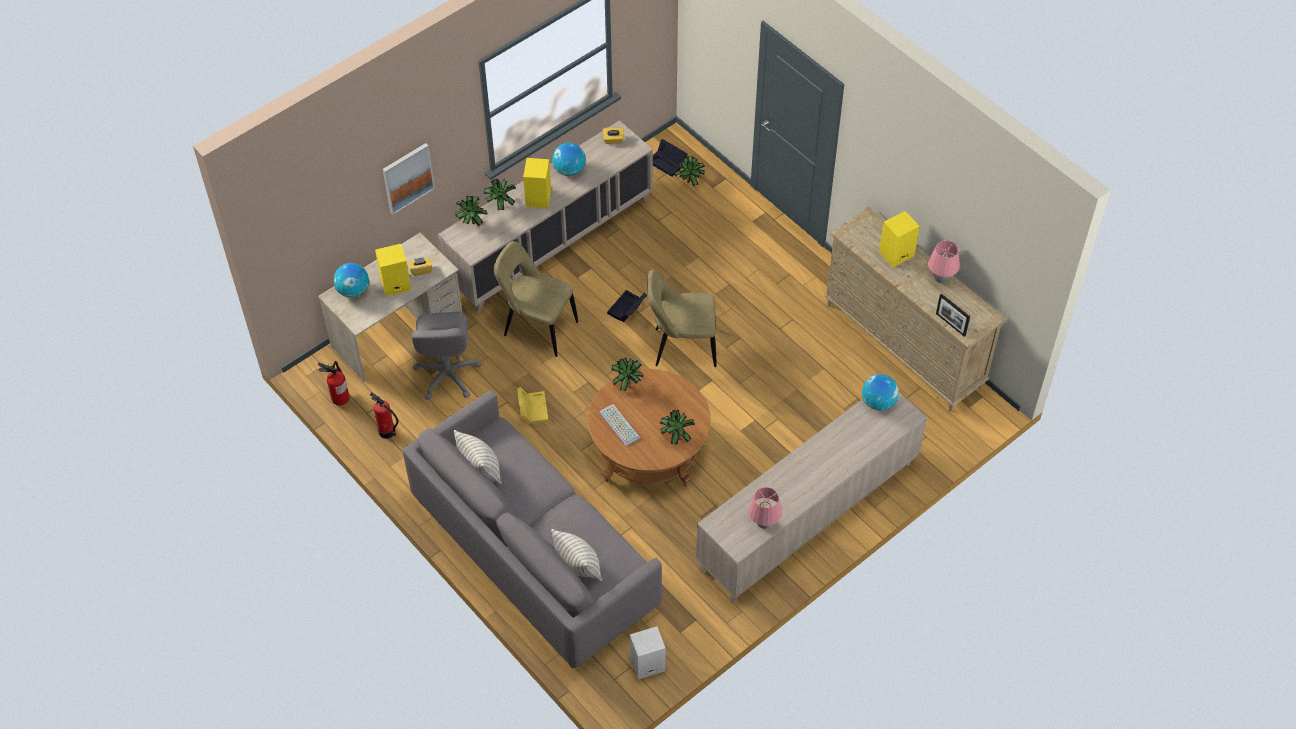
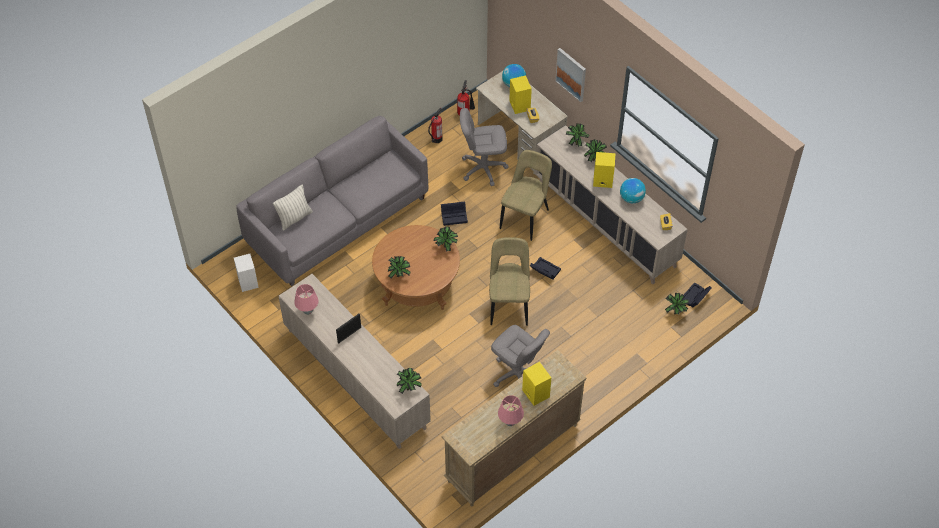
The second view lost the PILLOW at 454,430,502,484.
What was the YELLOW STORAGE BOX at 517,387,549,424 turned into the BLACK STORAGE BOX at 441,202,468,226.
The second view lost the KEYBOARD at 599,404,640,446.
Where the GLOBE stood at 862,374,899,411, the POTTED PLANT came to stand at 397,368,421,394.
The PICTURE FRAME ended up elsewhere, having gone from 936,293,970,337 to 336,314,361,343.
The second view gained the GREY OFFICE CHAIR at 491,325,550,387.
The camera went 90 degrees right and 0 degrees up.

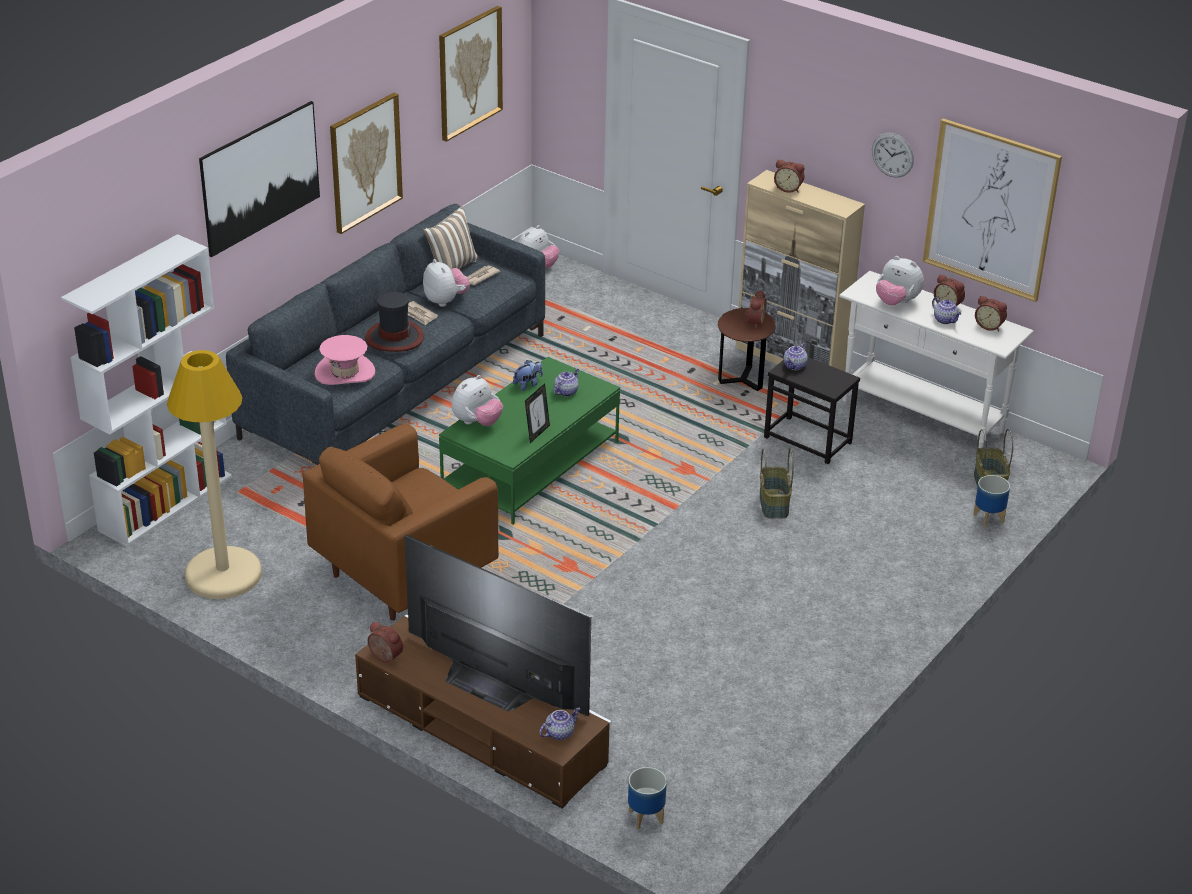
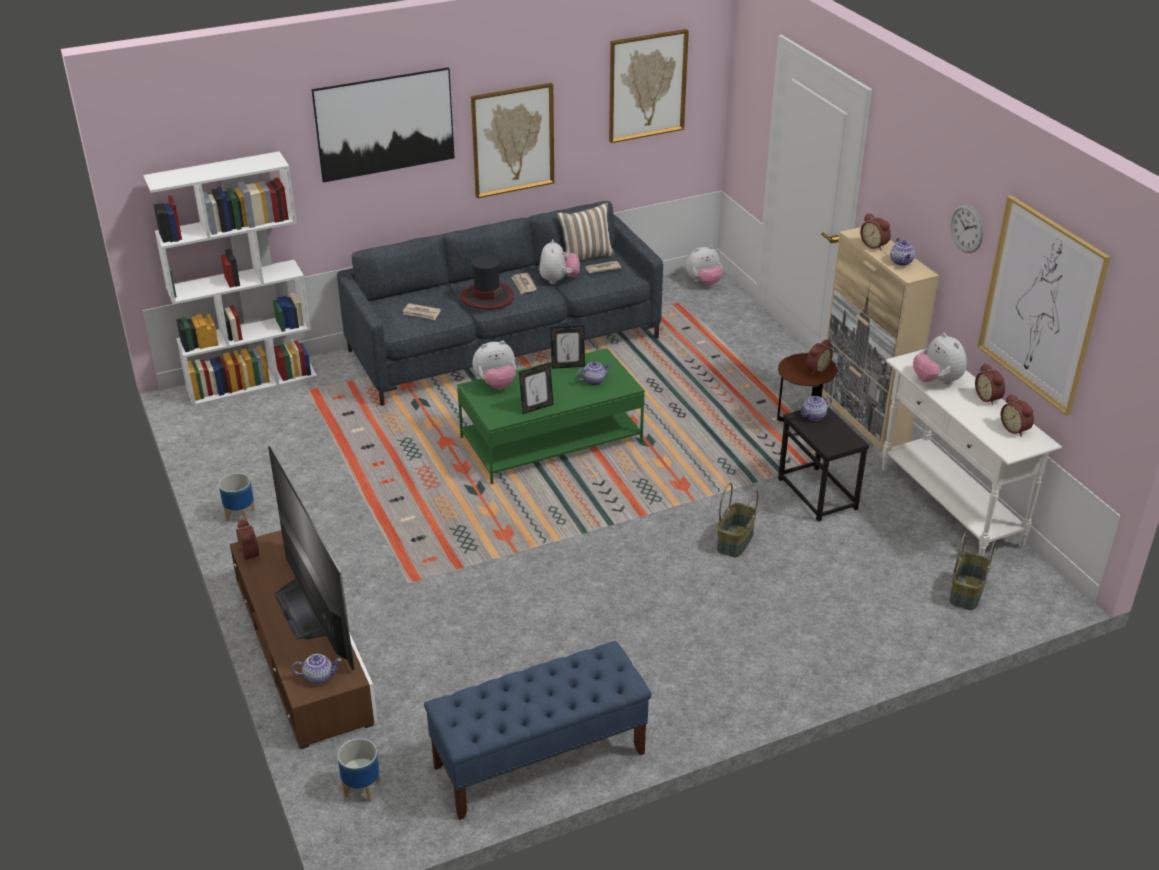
The second view lost the BEIGE FLOOR LAMP at 167,350,262,599.
The second view lost the BROWN ARMCHAIR at 303,424,499,621.
Where the PINK HAT stood at 315,335,375,385, the NEWSPAPER came to stand at 403,303,441,320.
Where the PLUSH TOY stood at 513,360,543,391, the PICTURE FRAME came to stand at 551,325,585,369.
The TEAPOT ended up elsewhere, having gone from 932,297,961,324 to 890,238,915,266.
The PLANTER ended up elsewhere, having gone from 973,475,1010,527 to 219,473,255,522.
The second view gained the BLUE BENCH at 424,641,652,820.
The camera went 30 degrees right and 0 degrees up.

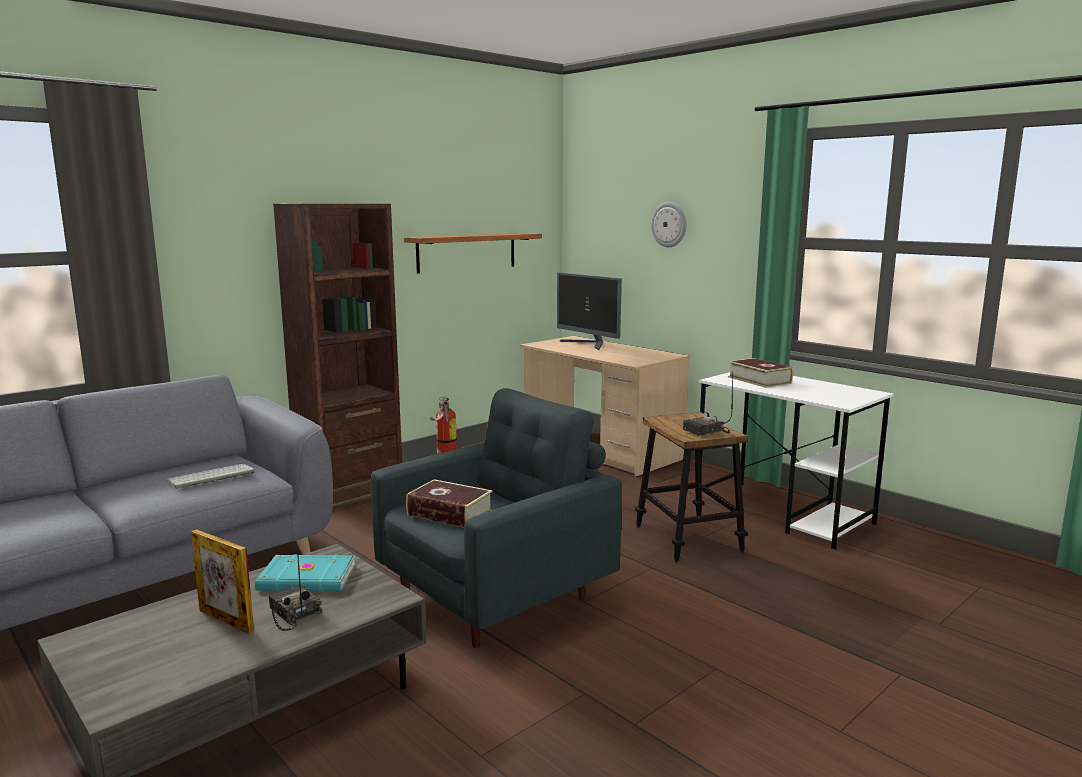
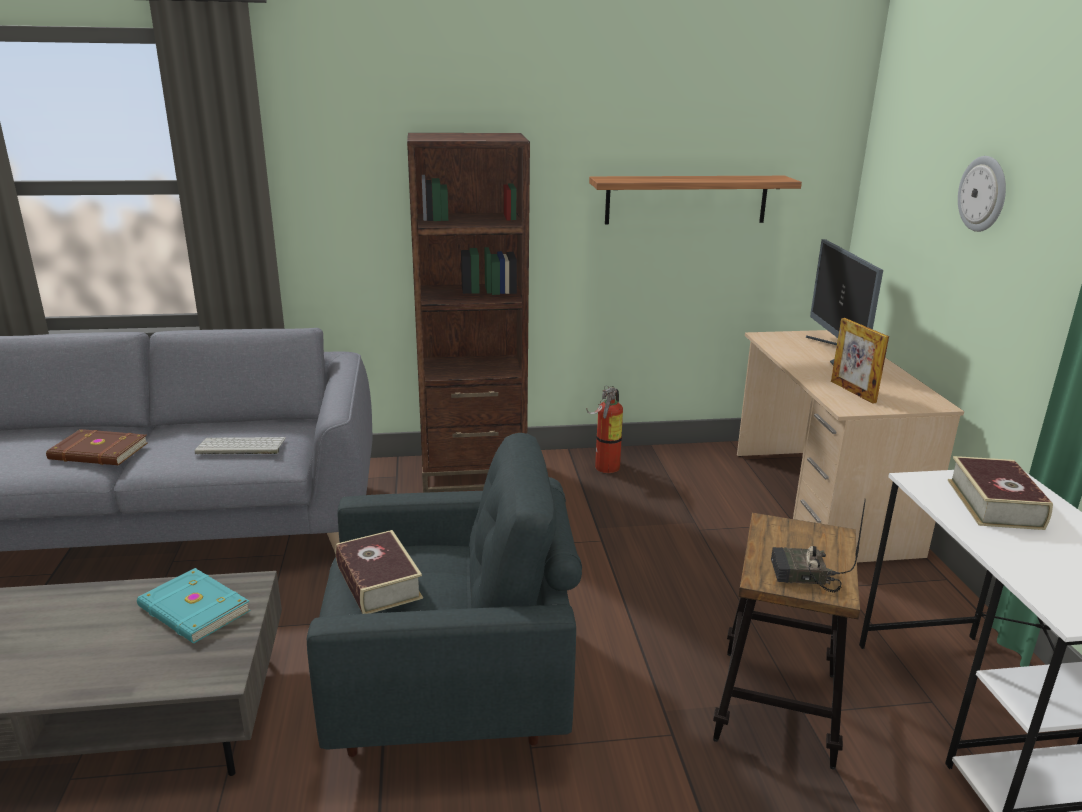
The PICTURE FRAME ended up elsewhere, having gone from 191,529,254,634 to 831,318,889,404.
The second view lost the RADIO at 269,549,322,631.
The second view gained the BROWN BOOK at 46,429,148,465.
The camera went 35 degrees right and 10 degrees up.

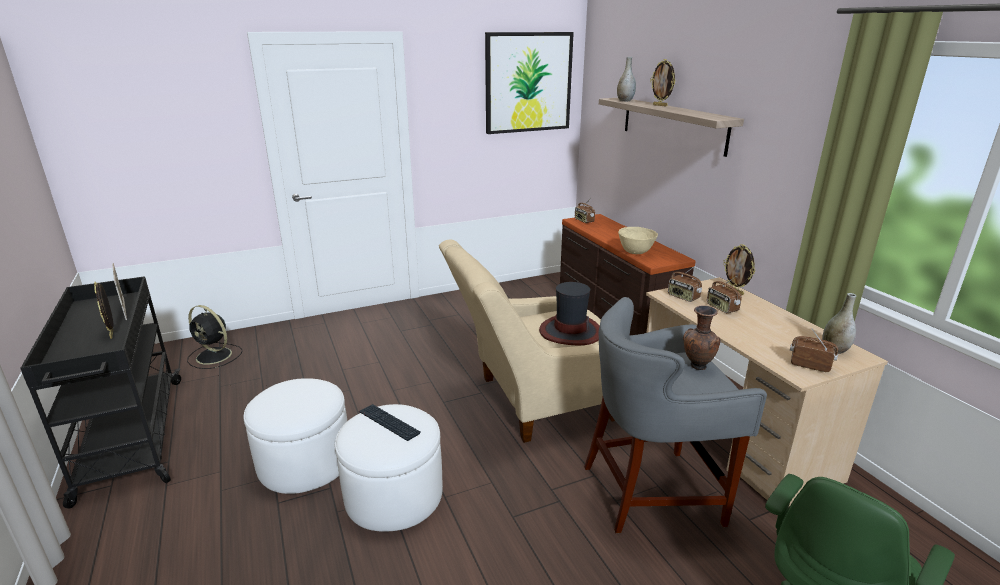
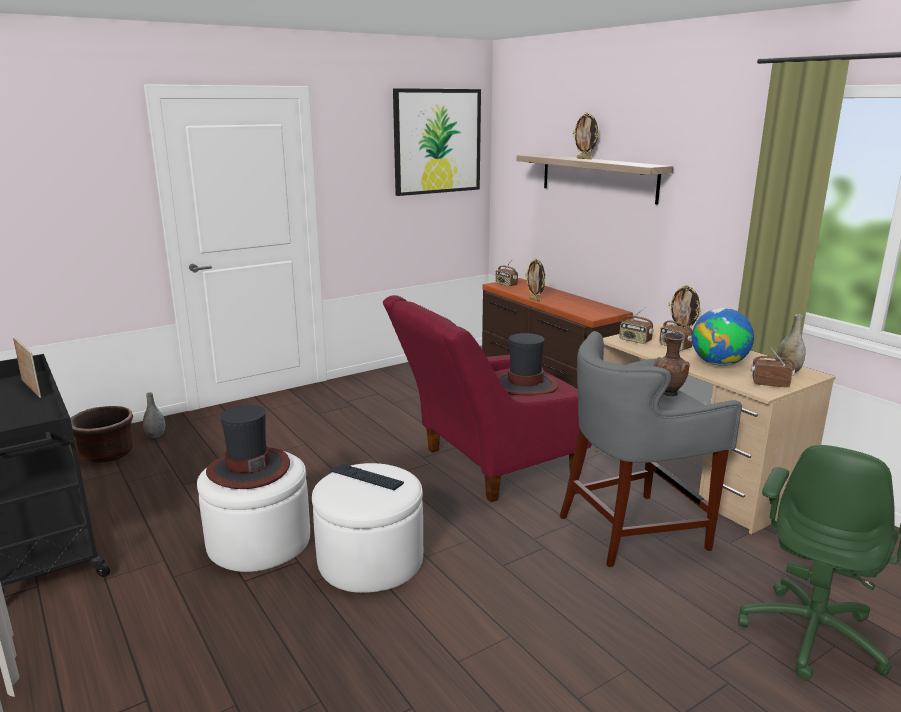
The PICTURE FRAME ended up elsewhere, having gone from 94,282,113,339 to 526,259,546,302.
Where the BLACK FAN stood at 187,305,242,369, the BROWN PLANTER came to stand at 70,406,133,463.
What was the BEIGE ARMCHAIR at 439,240,615,443 turned into the RED ARMCHAIR at 383,295,592,502.
The GREY VASE ended up elsewhere, having gone from 617,57,636,101 to 143,392,165,438.
The second view lost the BEIGE BOWL at 618,227,658,254.
The second view gained the HAT at 206,405,290,489.
The second view gained the GLOBE at 692,308,754,366.
The camera went 10 degrees left and 5 degrees down.

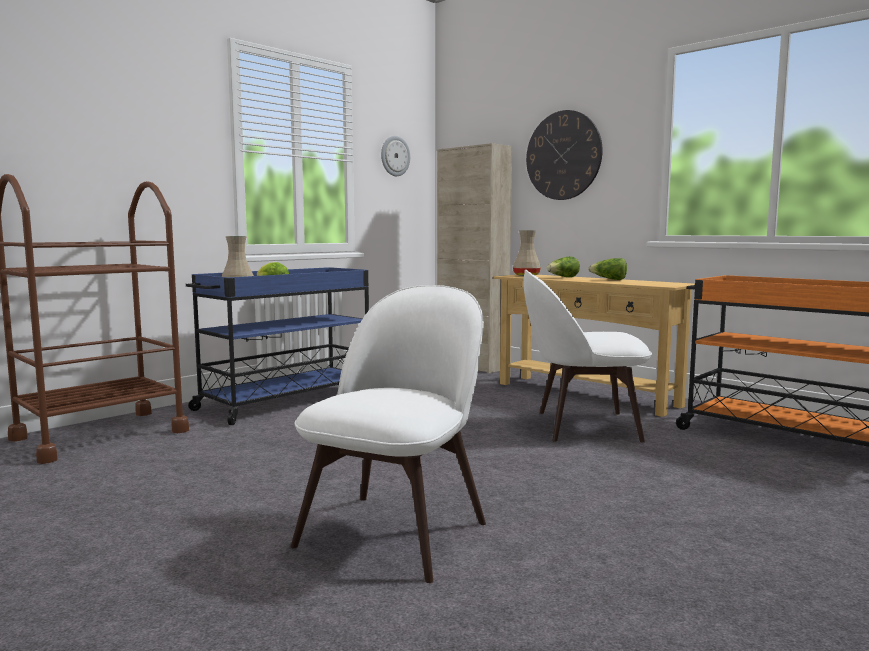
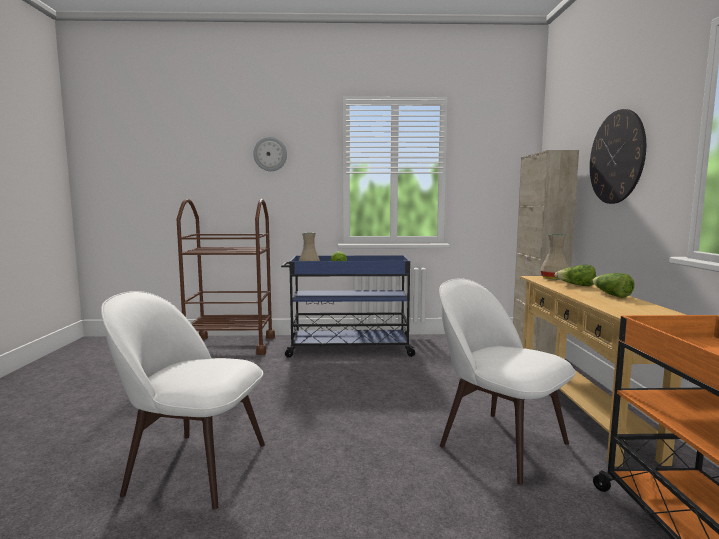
The WHITE CHAIR at 291,285,486,583 ended up facing another way, 150 degrees counterclockwise from before.
The WALL CLOCK ended up elsewhere, having gone from 381,136,410,176 to 253,137,287,171.
The camera went 45 degrees right and 0 degrees up.

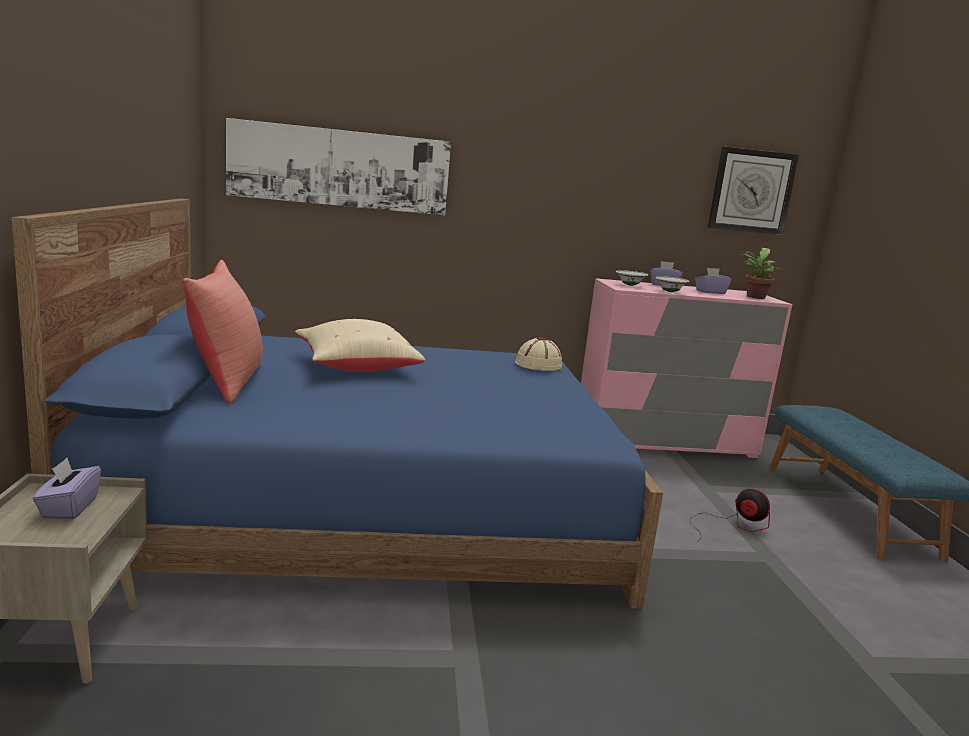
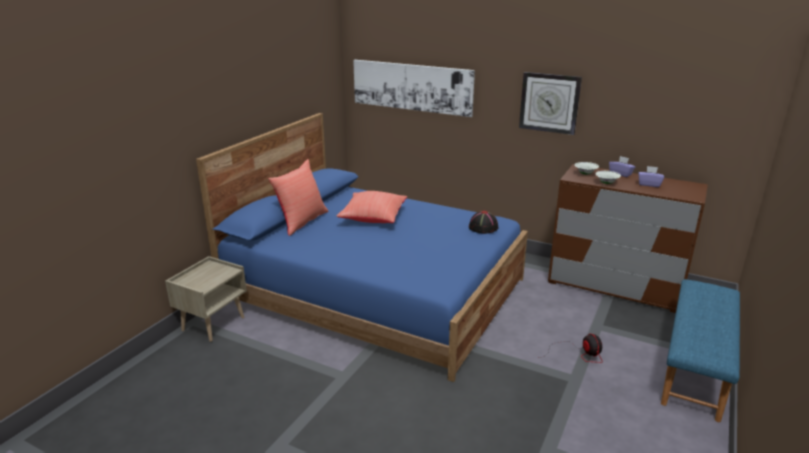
The second view lost the PURPLE TISSUE BOX at 32,458,101,519.
What was the BEIGE PILLOW at 295,319,425,372 turned into the RED PILLOW at 337,191,407,223.
What was the BEIGE HAT at 515,337,562,371 turned into the BLACK HAT at 469,211,499,234.
What was the PINK DRESSER at 581,278,792,458 turned into the BROWN DRESSER at 548,164,708,313.
The WALL CLOCK ended up elsewhere, having gone from 708,147,799,235 to 519,72,582,135.
The second view lost the POTTED PLANT at 741,248,785,299.
The camera went 35 degrees right and 10 degrees up.

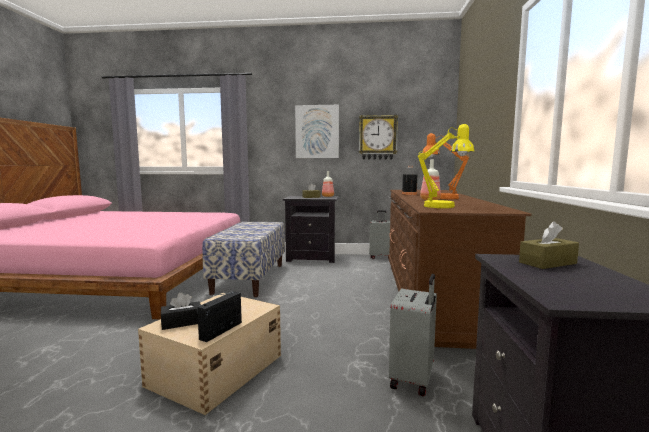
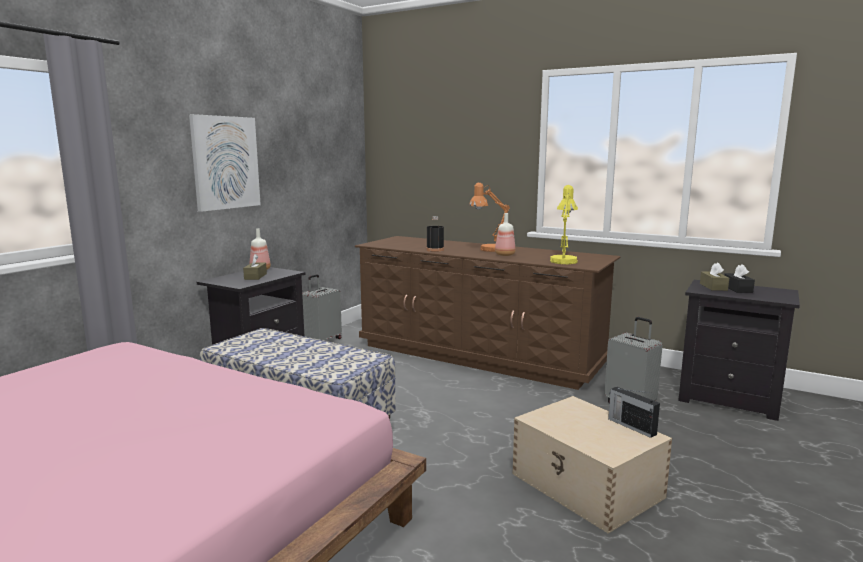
The BLACK TISSUE BOX ended up elsewhere, having gone from 161,293,201,330 to 724,264,755,293.
The second view lost the WALL CLOCK at 359,115,398,160.
The camera went 65 degrees left and 5 degrees up.

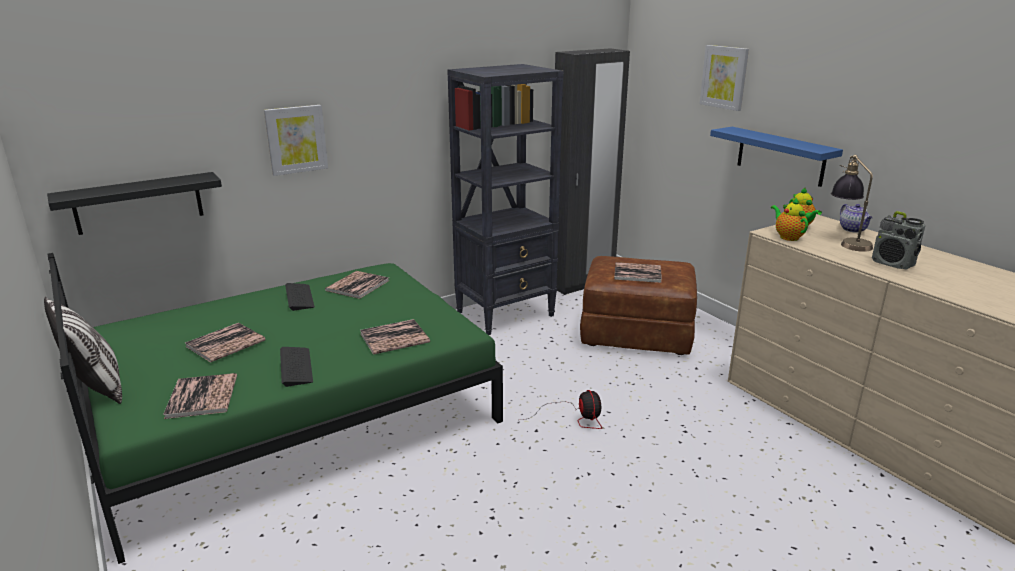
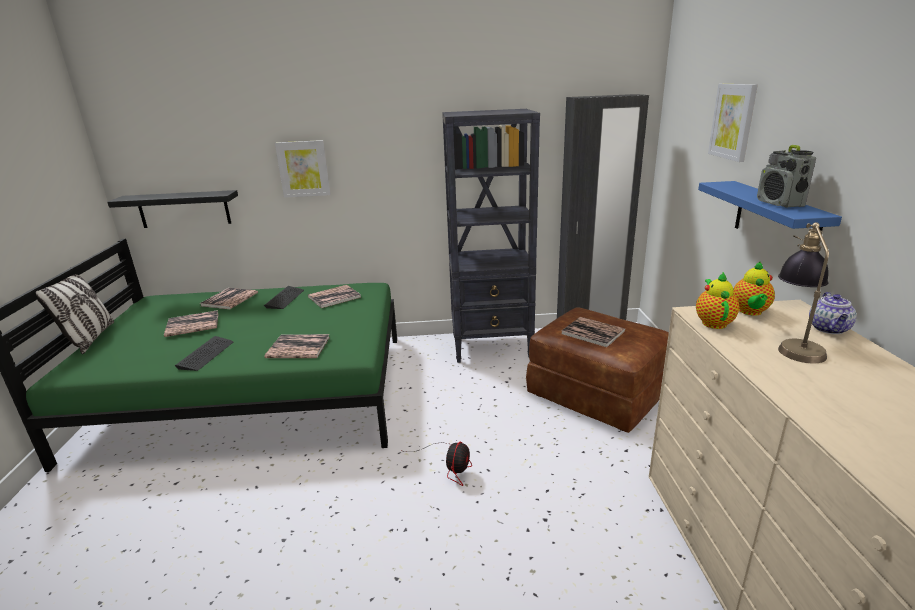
The BOOK ended up elsewhere, having gone from 163,373,237,419 to 200,288,258,309.
The RADIO ended up elsewhere, having gone from 872,211,925,270 to 757,145,816,208.
The camera went 30 degrees right and 0 degrees up.

